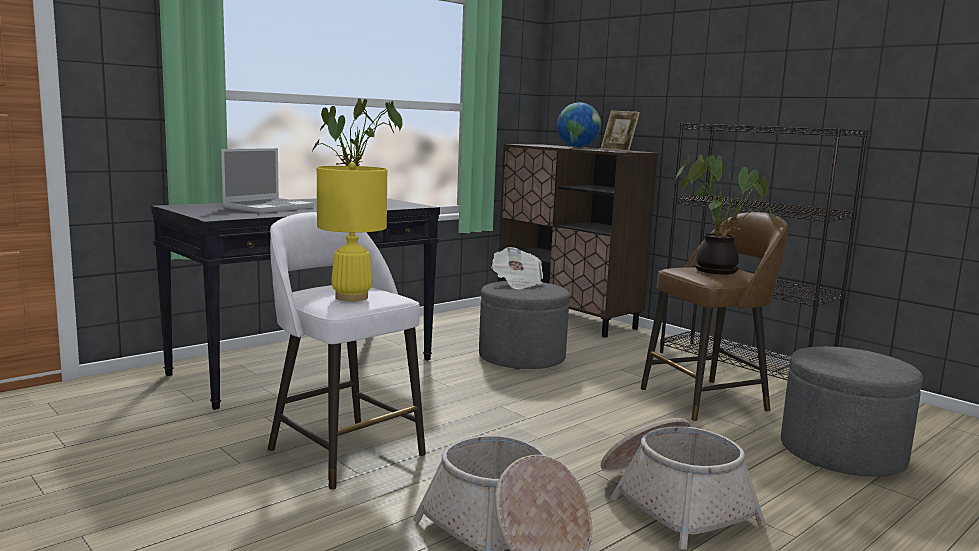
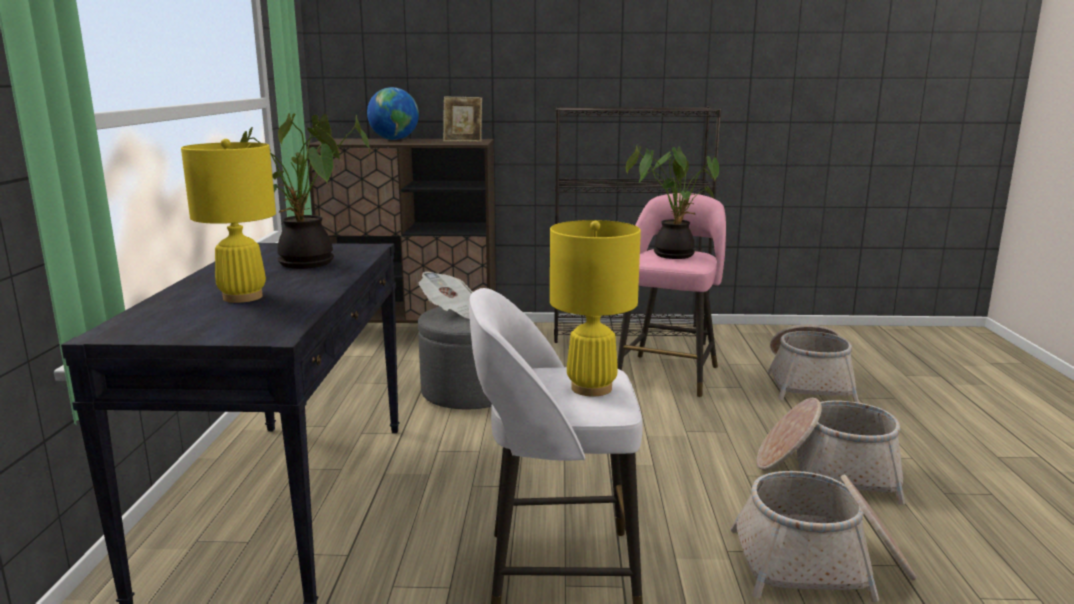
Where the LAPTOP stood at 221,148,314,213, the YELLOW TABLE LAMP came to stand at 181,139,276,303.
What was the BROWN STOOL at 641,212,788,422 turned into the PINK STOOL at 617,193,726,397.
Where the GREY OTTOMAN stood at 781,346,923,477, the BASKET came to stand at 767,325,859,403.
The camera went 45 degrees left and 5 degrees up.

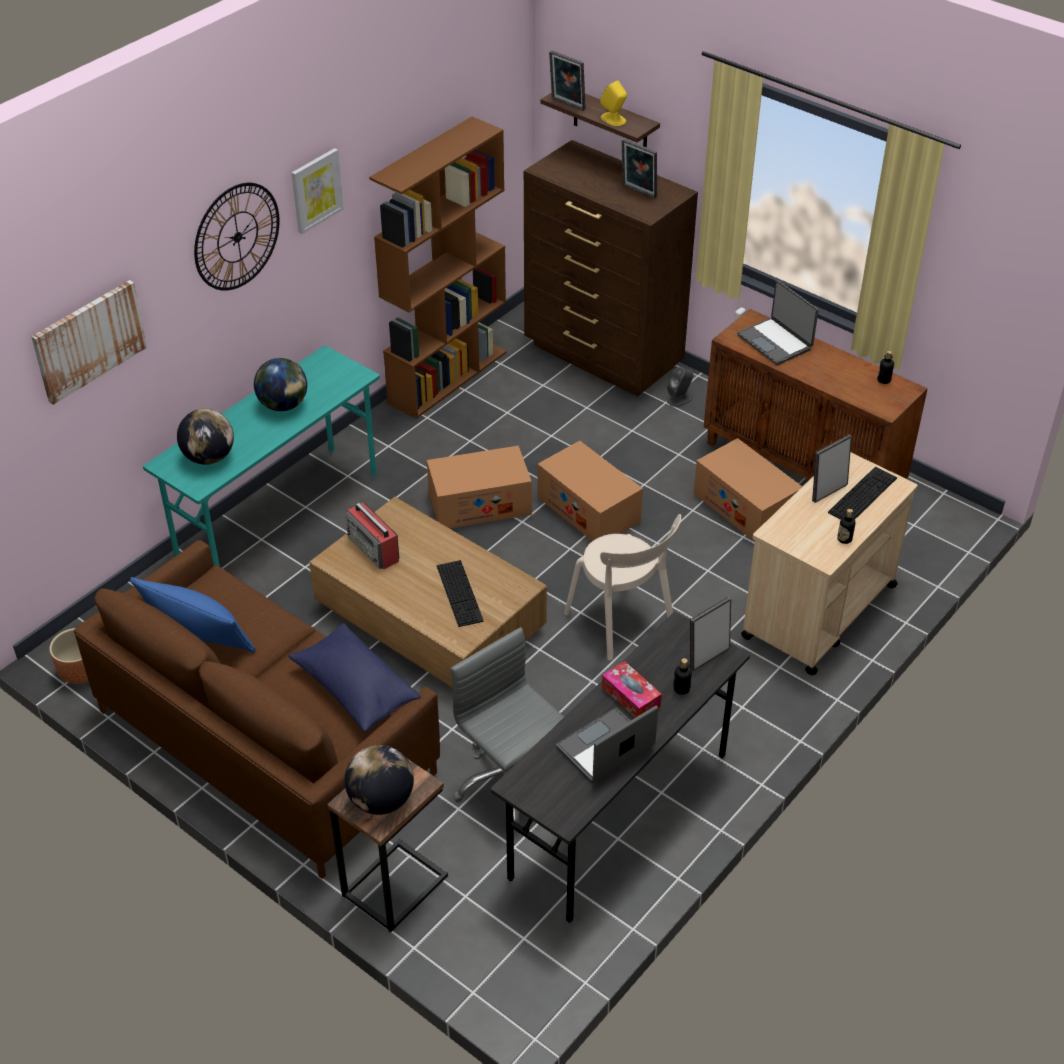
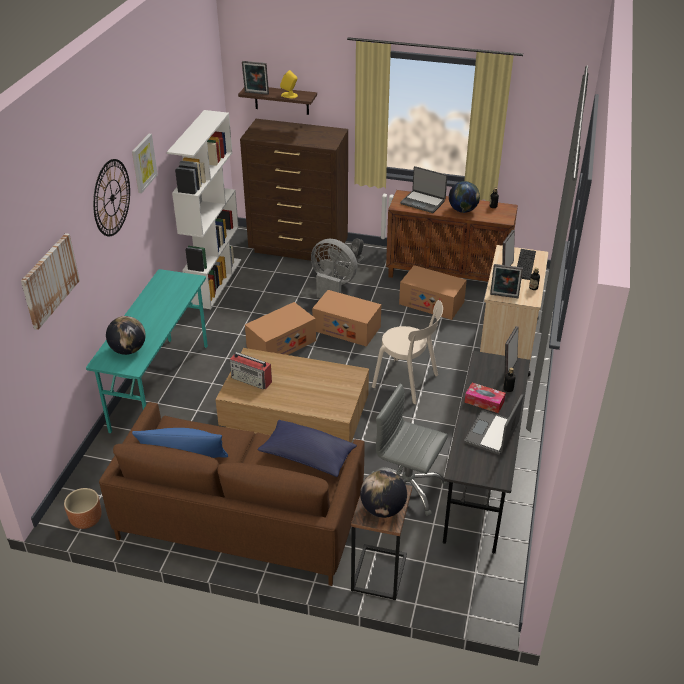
The GLOBE ended up elsewhere, having gone from 254,358,307,411 to 449,181,480,213.
What was the BROWN BOOKCASE at 369,117,507,419 turned into the WHITE BOOKCASE at 167,110,241,309.
The second view lost the KEYBOARD at 437,560,484,627.
The PICTURE FRAME ended up elsewhere, having gone from 622,139,657,198 to 490,264,523,298.
The second view gained the GREY FAN at 311,239,357,298.
The camera went 25 degrees left and 5 degrees down.

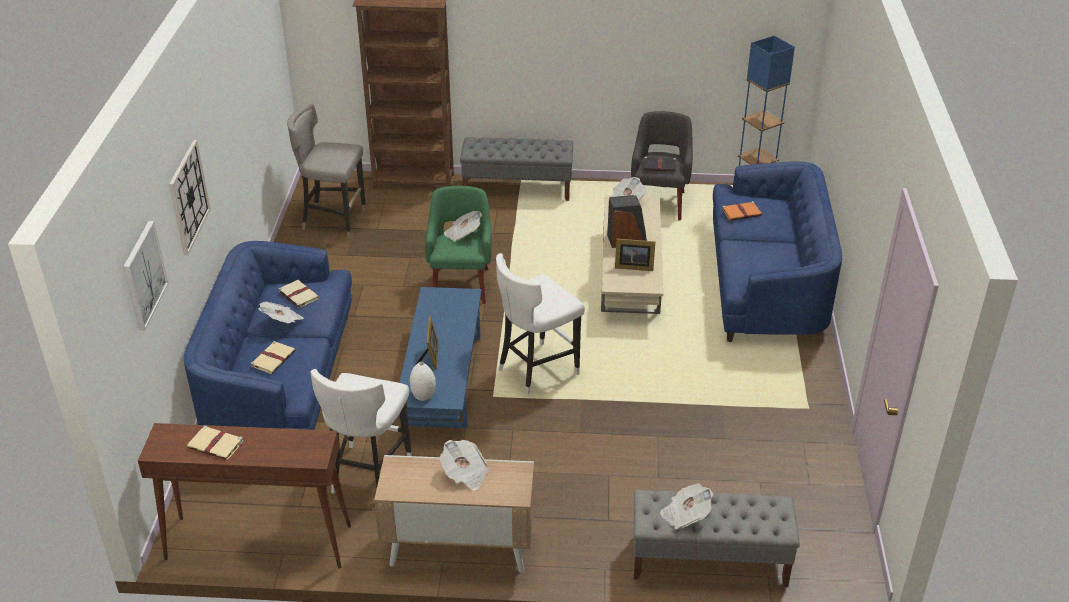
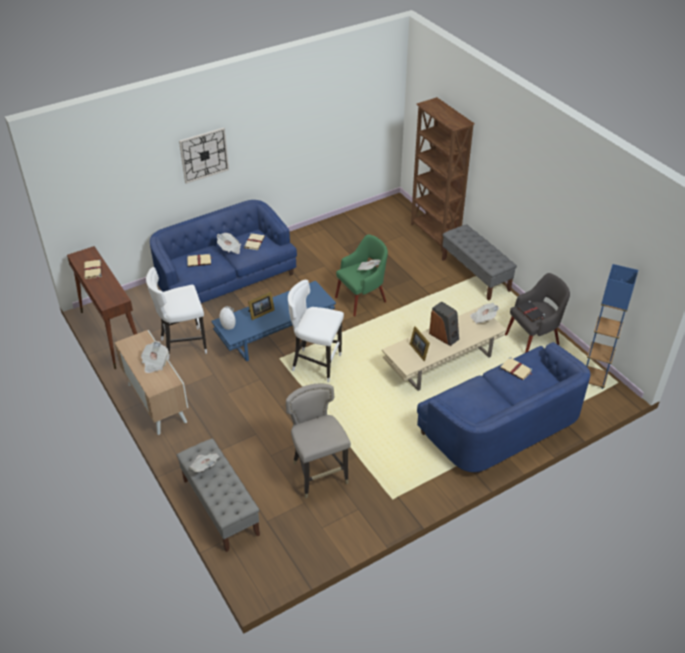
The second view lost the PICTURE at 123,221,168,330.
The GREY STOOL ended up elsewhere, having gone from 287,104,366,239 to 286,384,351,499.
What was the ORANGE BOOK at 722,201,762,221 turned into the BEIGE BOOK at 500,357,532,380.
The camera went 55 degrees right and 5 degrees up.

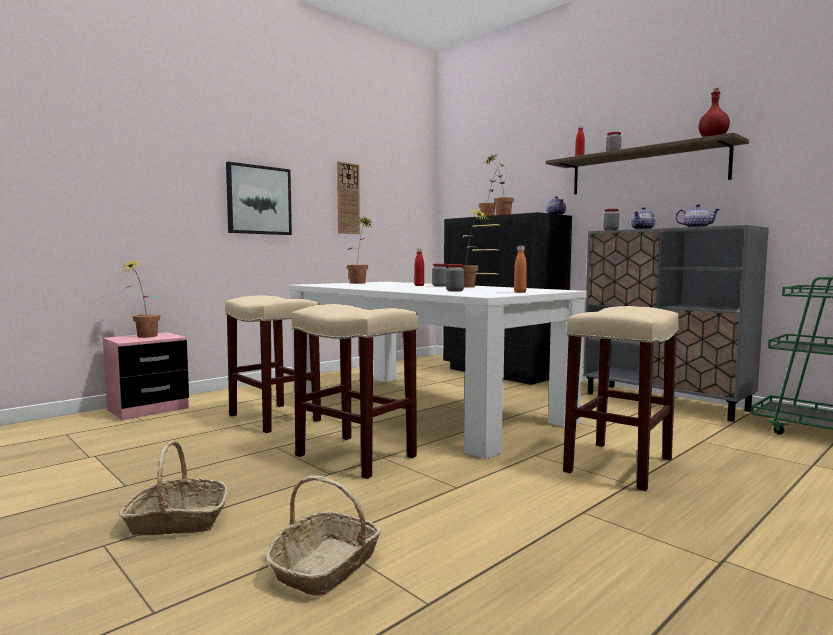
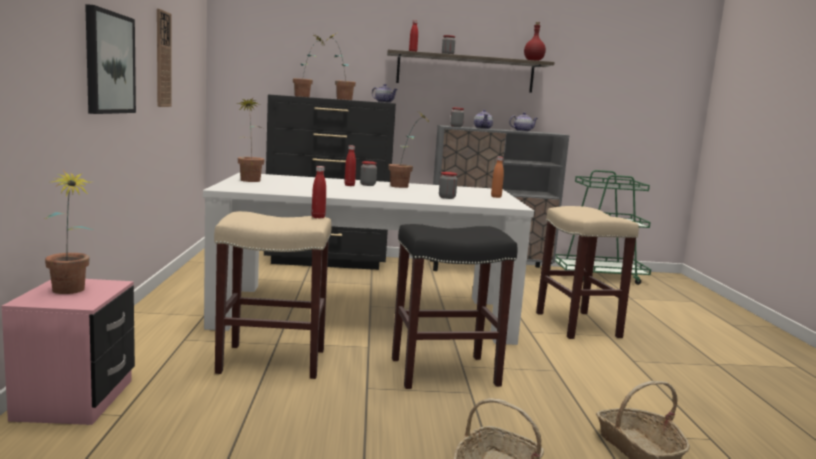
What was the BEIGE STOOL at 292,304,418,479 turned into the BLACK STOOL at 392,224,518,389.
The second view gained the RED BOTTLE at 312,166,326,219.
The camera went 50 degrees left and 5 degrees up.

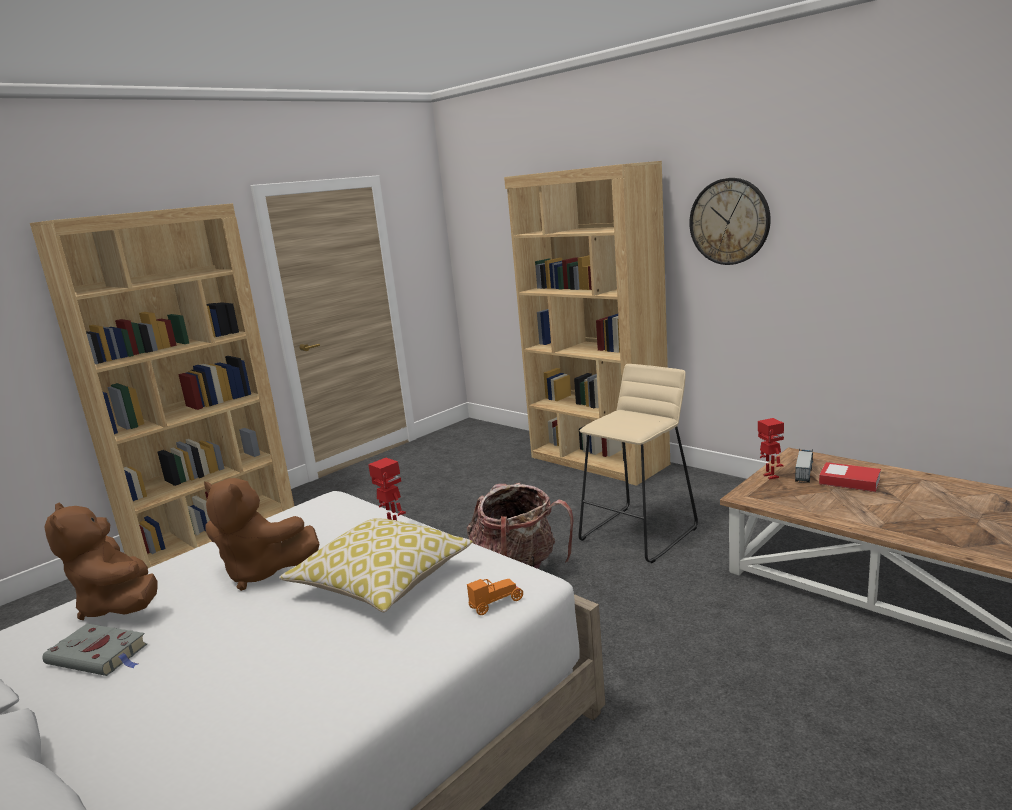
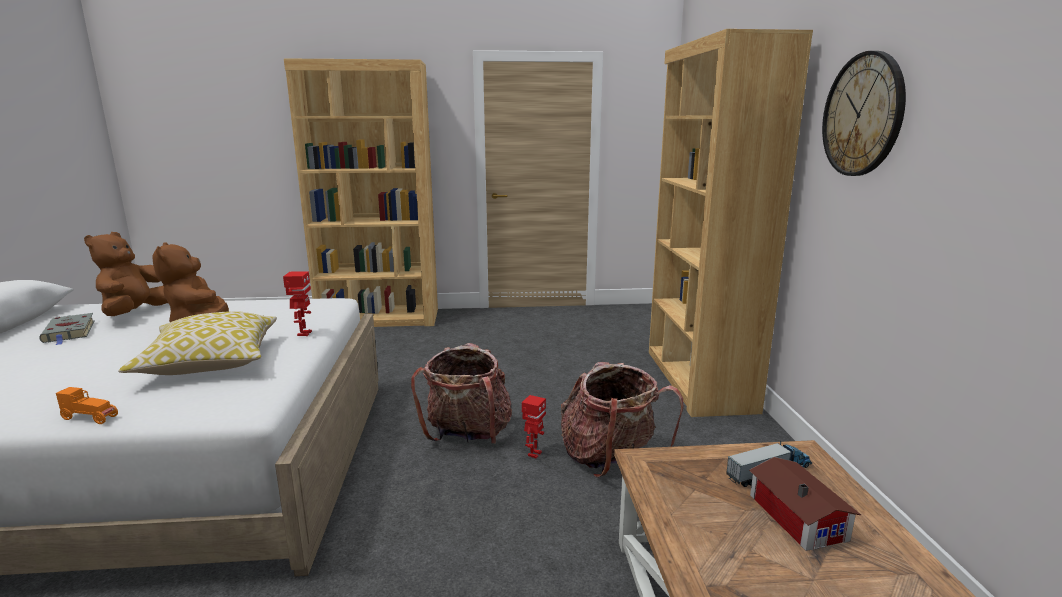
The ORANGE TOY CAR ended up elsewhere, having gone from 467,579,523,615 to 56,387,118,424.
Where the BEIGE STOOL stood at 578,364,698,563, the BACKPACK came to stand at 561,362,683,477.
The TOY ROBOT ended up elsewhere, having gone from 758,418,784,479 to 522,395,546,459.
Where the BOOK stood at 819,462,881,492, the TOY HOUSE came to stand at 749,457,861,551.
The camera went 40 degrees right and 0 degrees up.

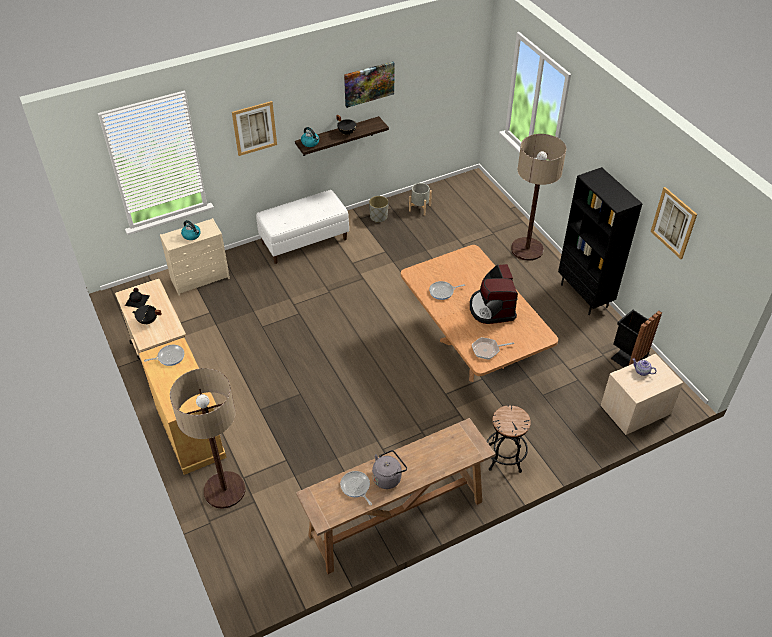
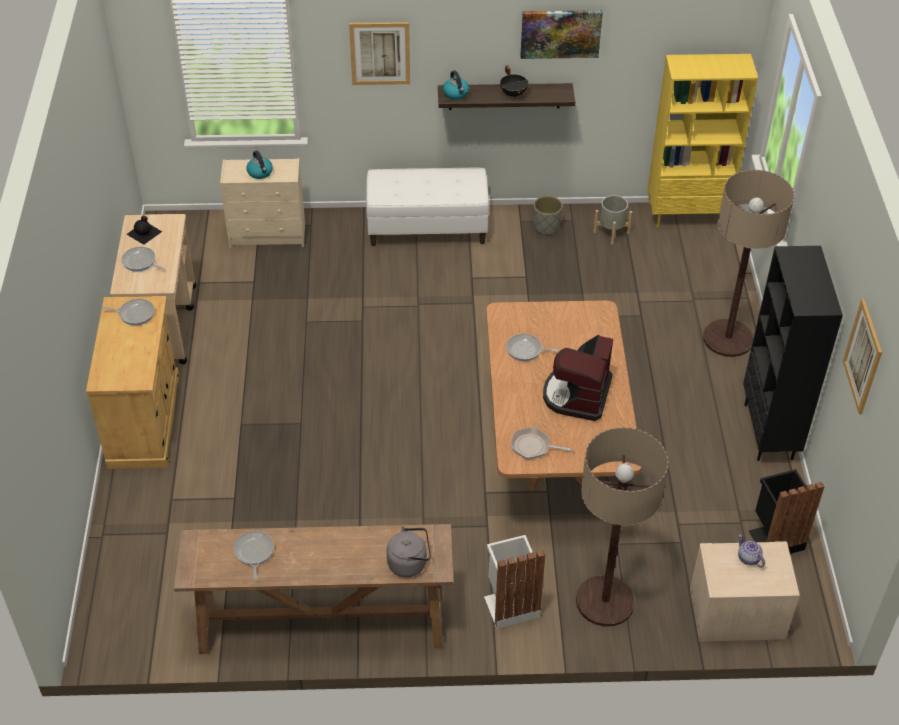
Where the BLACK COOKING POT stood at 132,305,162,325, the FRYING PAN came to stand at 121,247,165,271.
The FLOOR LAMP ended up elsewhere, having gone from 170,368,246,509 to 576,427,669,627.
The GREY KETTLE ended up elsewhere, having gone from 372,450,407,489 to 387,526,431,577.
Where the BLACK STOOL stood at 487,405,531,473, the WHITE TRASH CAN came to stand at 484,535,545,629.
The second view gained the YELLOW BOOKCASE at 647,54,758,228.
The camera went 25 degrees right and 0 degrees up.

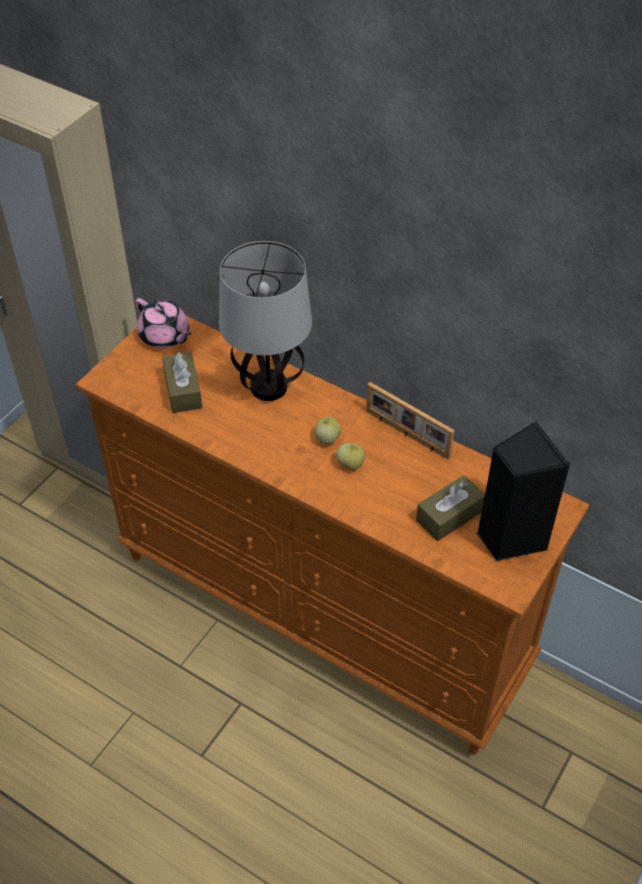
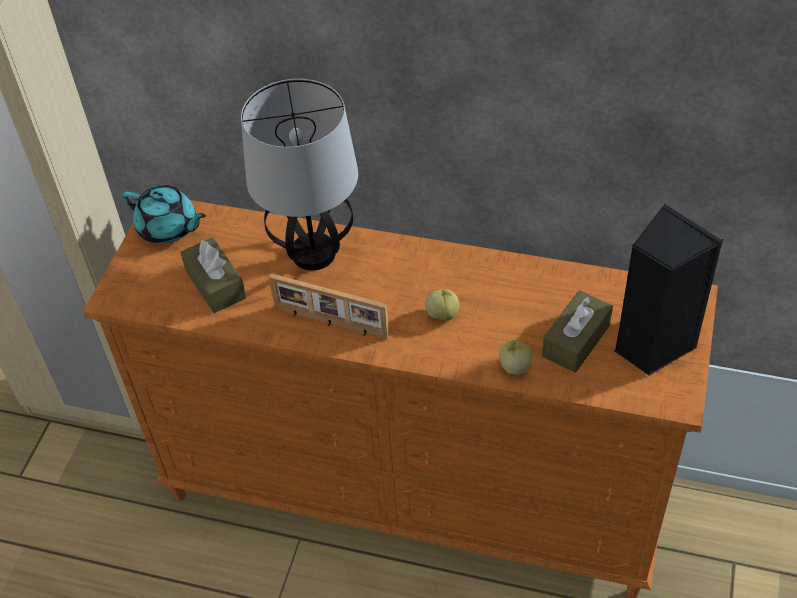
What was the PINK TEAPOT at 135,298,191,348 turned into the TURQUOISE TEAPOT at 122,185,206,244.
The APPLE ended up elsewhere, having gone from 315,417,341,445 to 499,340,532,375.
The PICTURE FRAME ended up elsewhere, having gone from 366,382,455,460 to 269,274,389,340.
The camera went 15 degrees left and 0 degrees up.

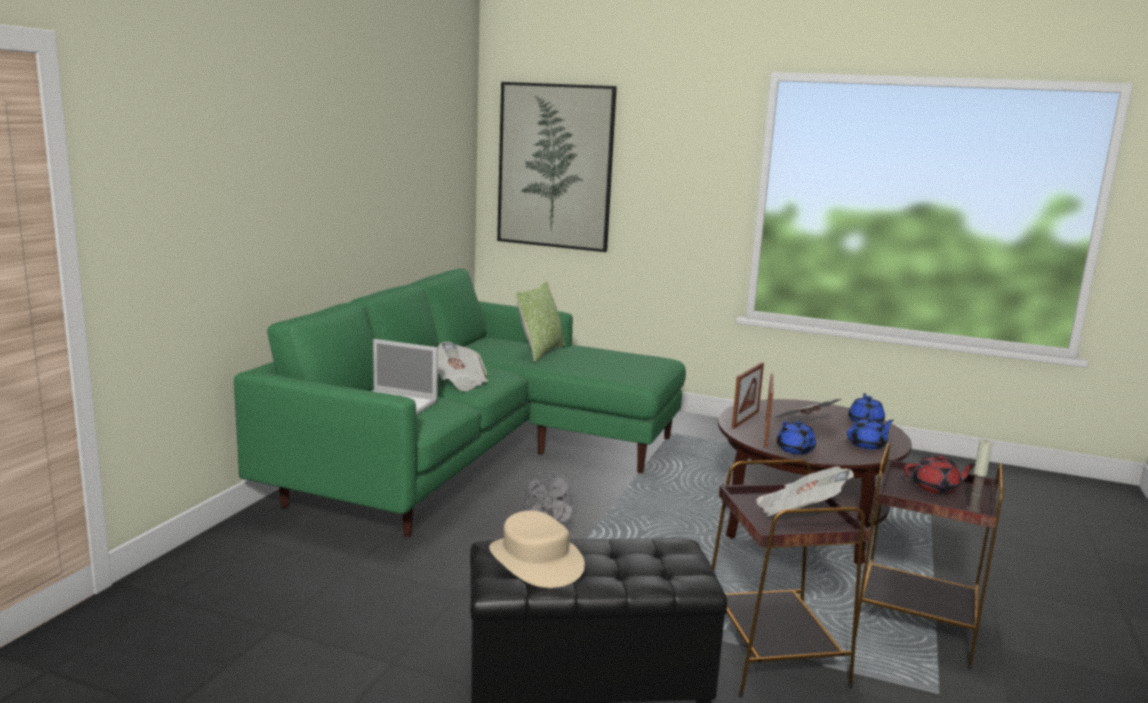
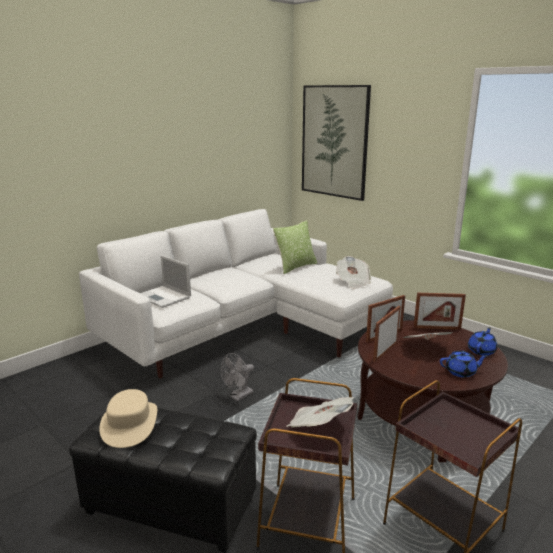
What was the GREEN SOFA at 234,268,686,537 turned into the WHITE SOFA at 79,209,393,378.
The NEWSPAPER ended up elsewhere, having gone from 438,342,488,391 to 336,256,371,289.
The second view lost the BLUE TEAPOT at 776,421,816,454.
The second view lost the RED TEAPOT at 904,455,975,494.
The second view lost the CANDLE at 967,439,993,512.
The second view gained the PICTURE FRAME at 414,293,466,330.
The camera went 25 degrees right and 5 degrees up.

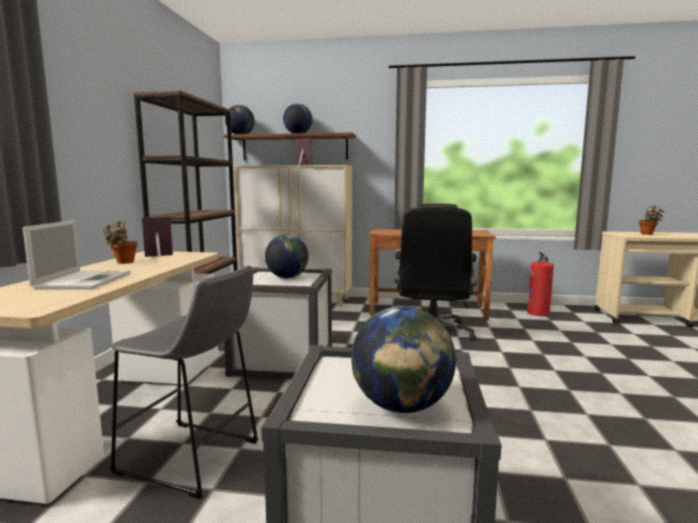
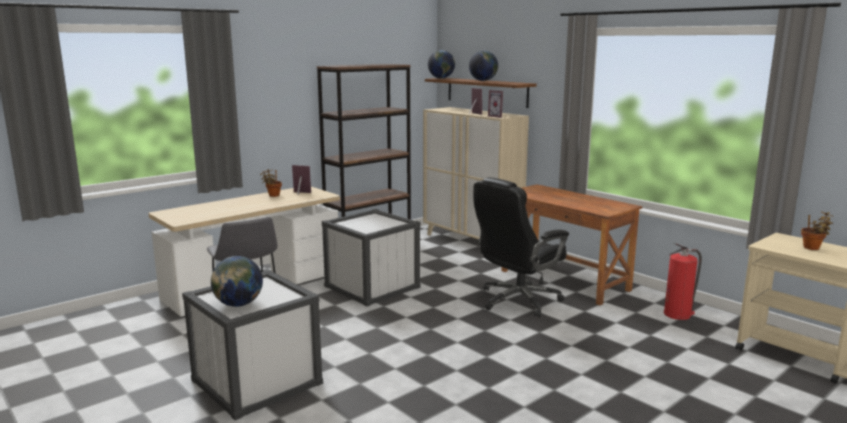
The second view lost the LAPTOP at 23,220,131,290.
The second view lost the GLOBE at 265,235,309,278.
The second view gained the PICTURE FRAME at 488,90,503,118.
The camera went 40 degrees right and 5 degrees up.

